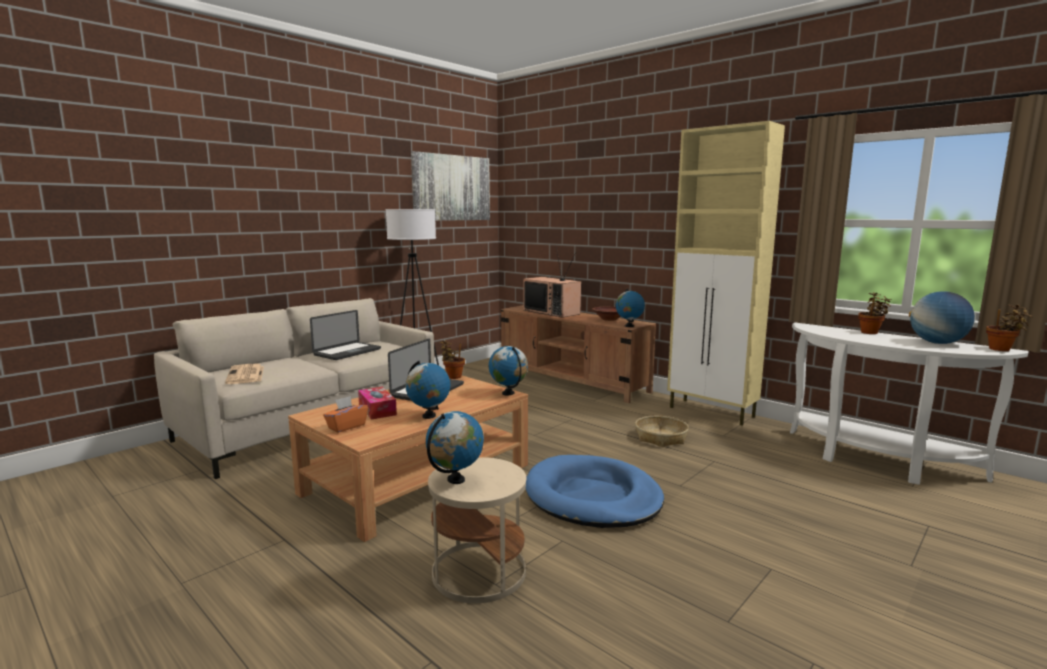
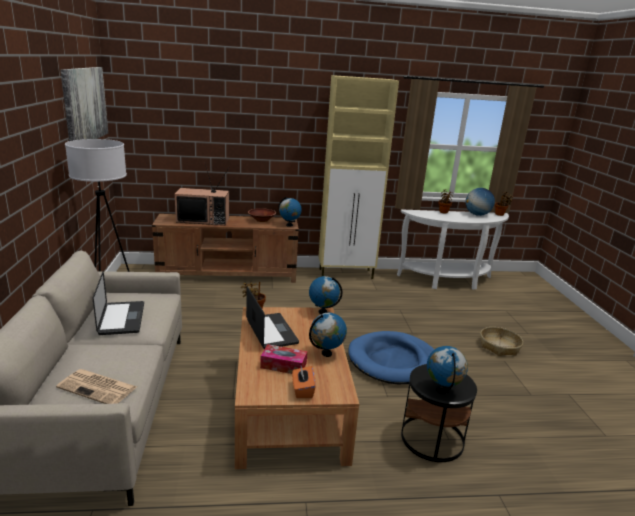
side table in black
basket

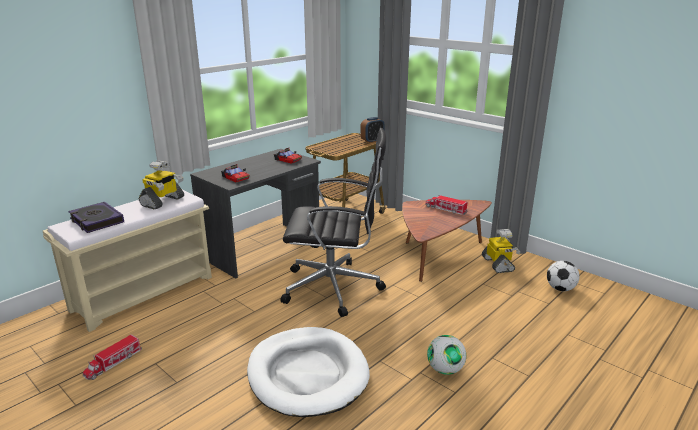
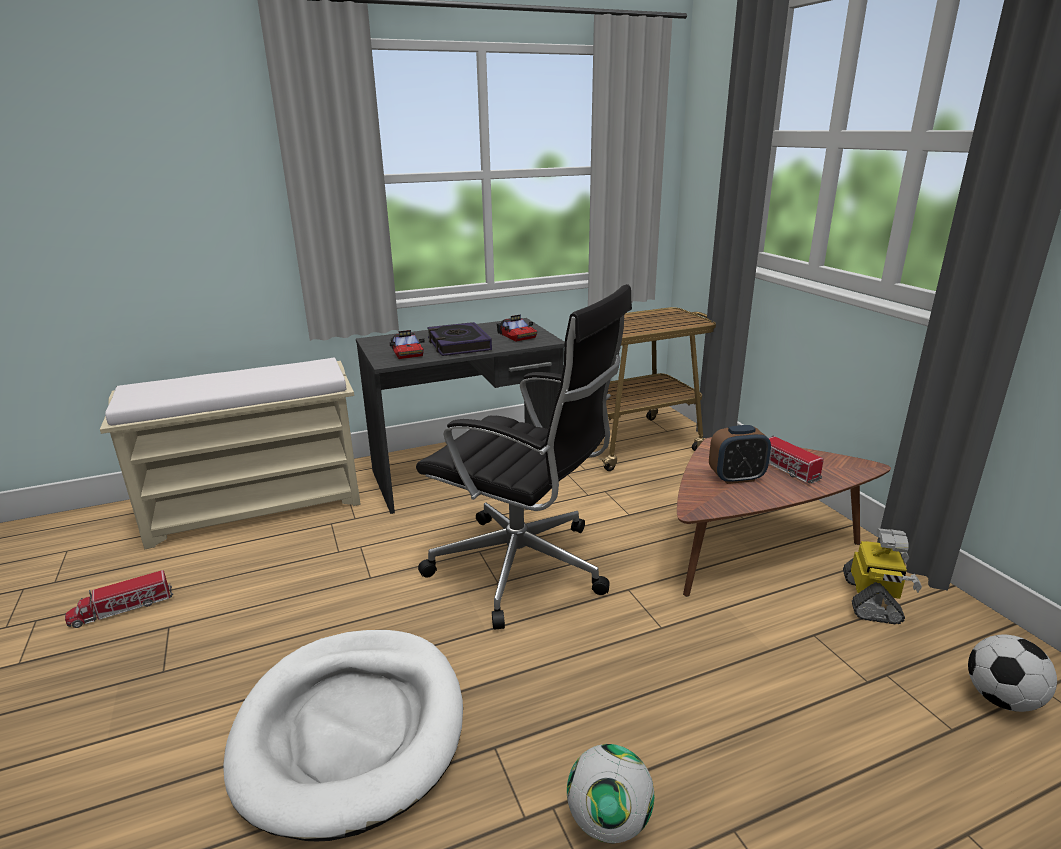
book
toy robot (no. 1 from left in the first image)
alarm clock

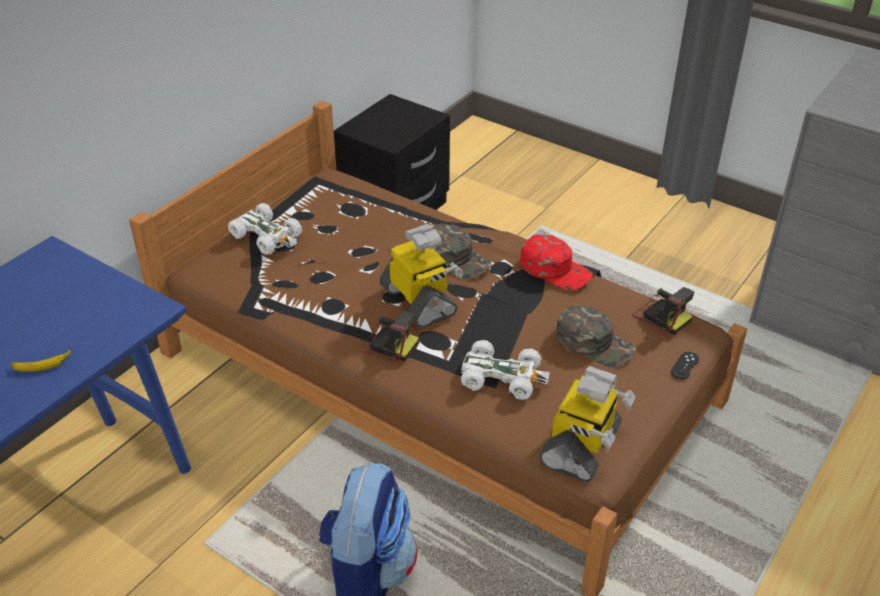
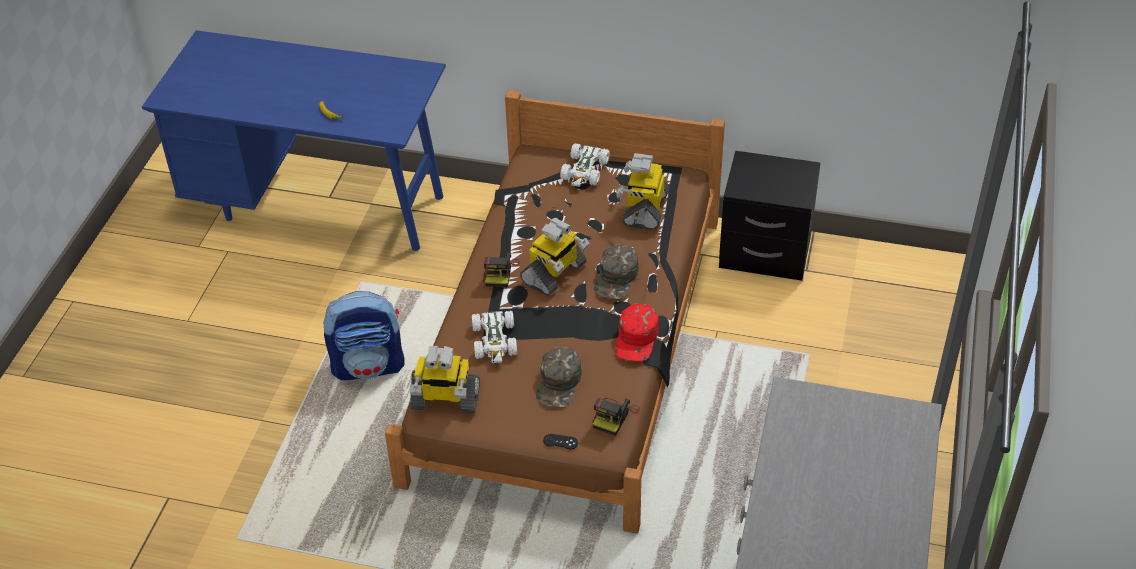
toy robot (no. 3 from left)

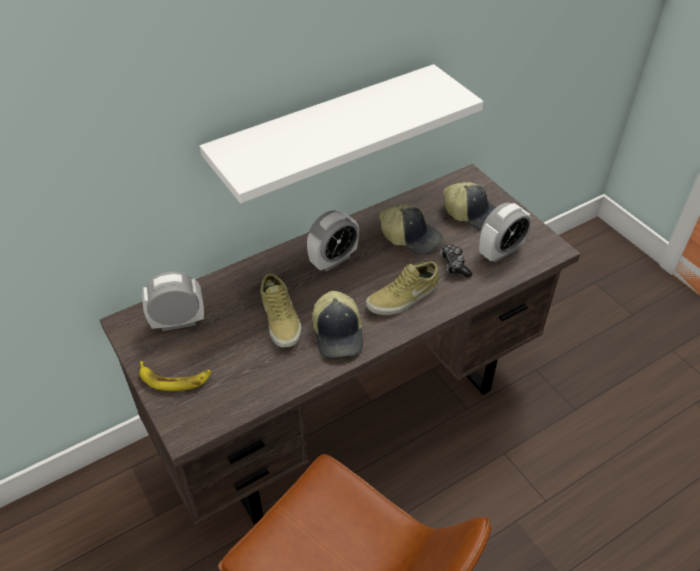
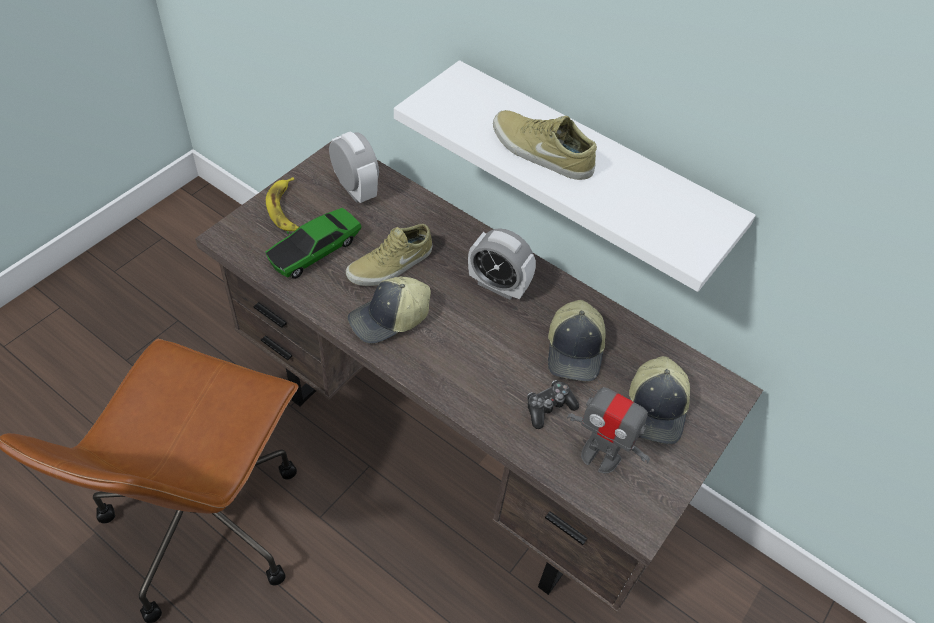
shoe in beige (no. 2 from left)
toy robot
toy car

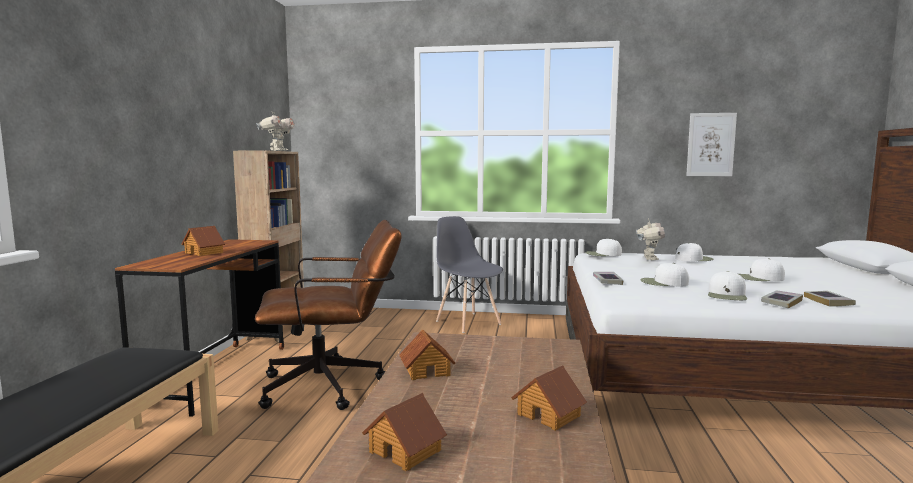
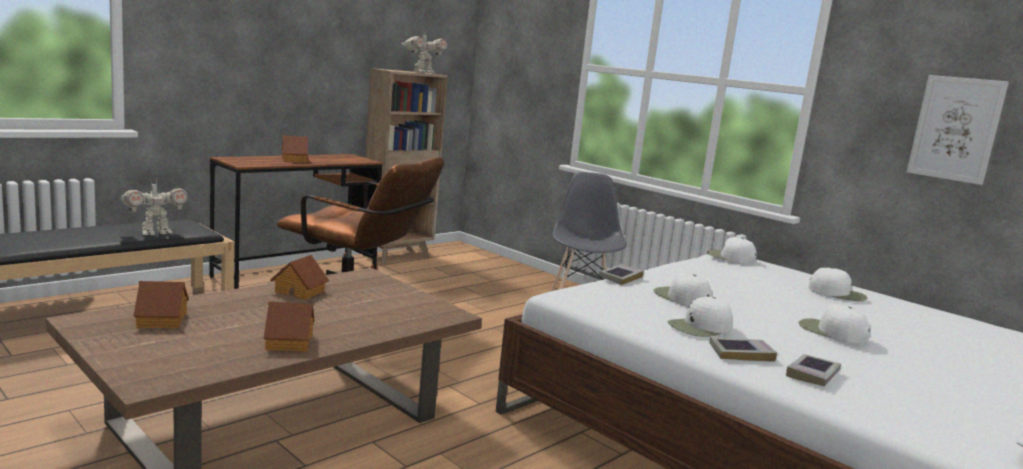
toy robot (no. 1 from left)

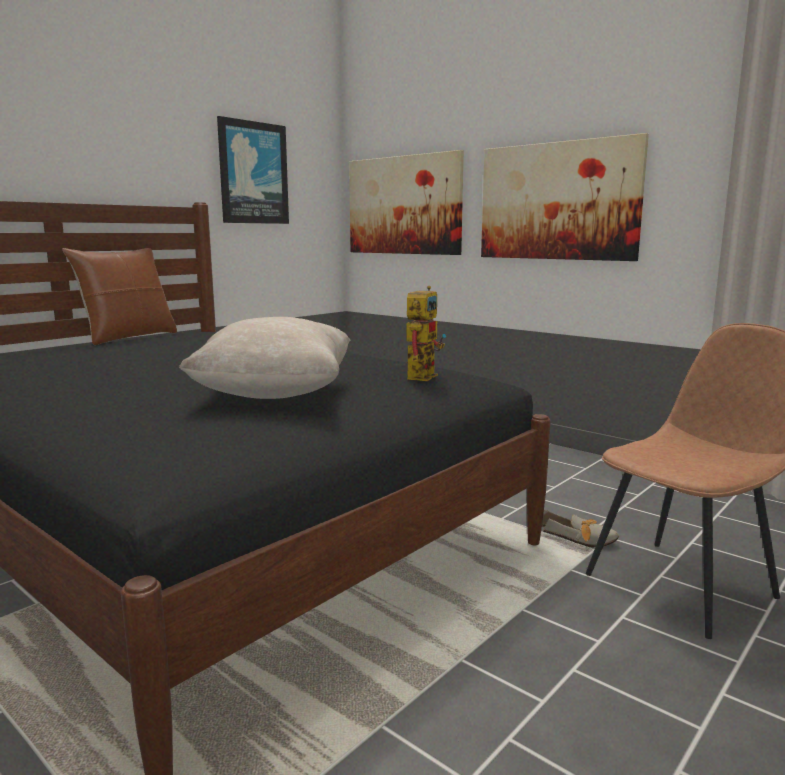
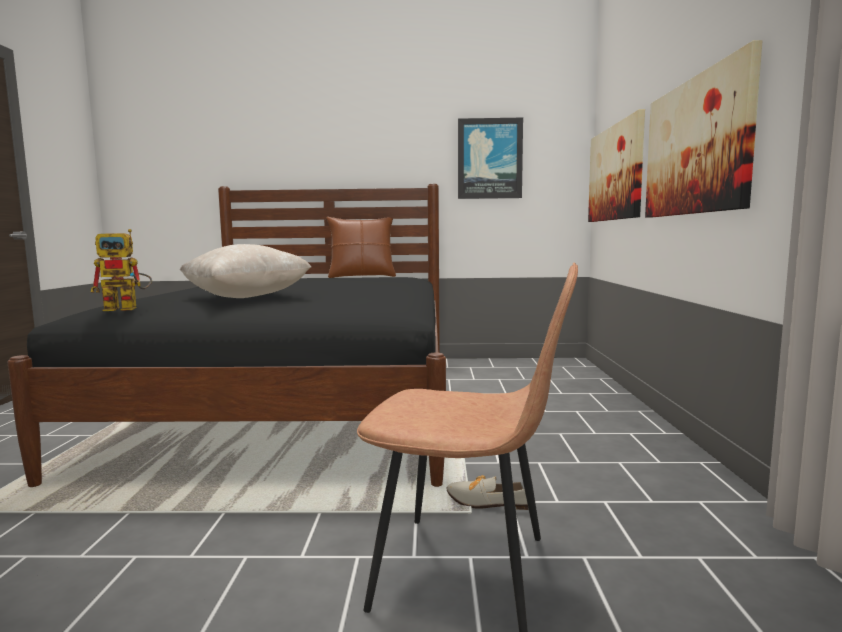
toy robot
shoe

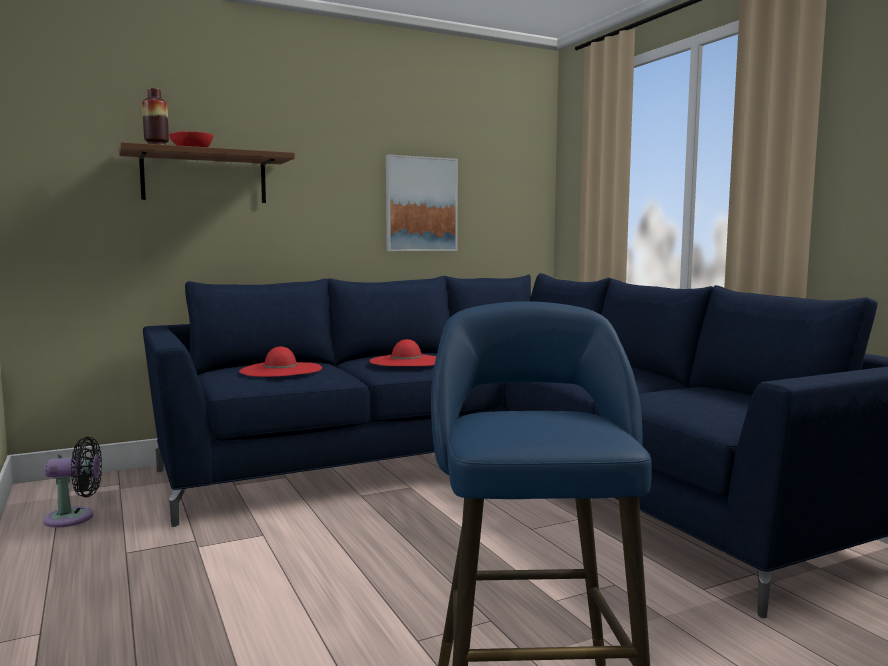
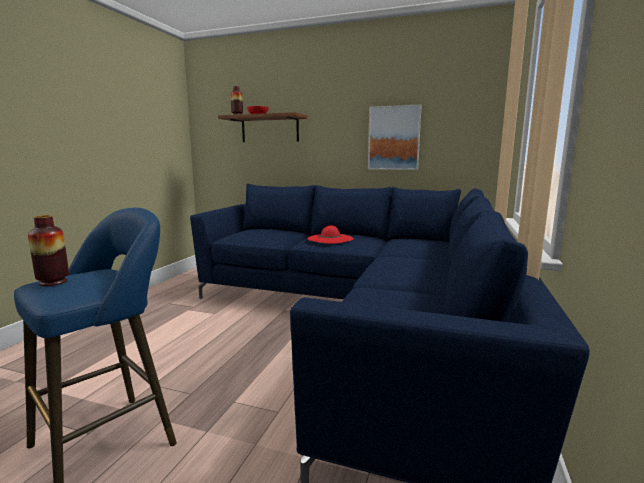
fan in black
hat in red (no. 1 from left in the first image)
vase (no. 1 from left)

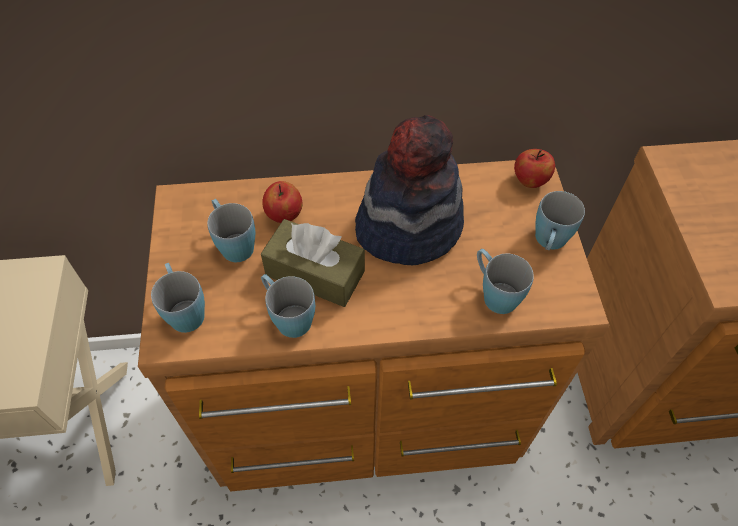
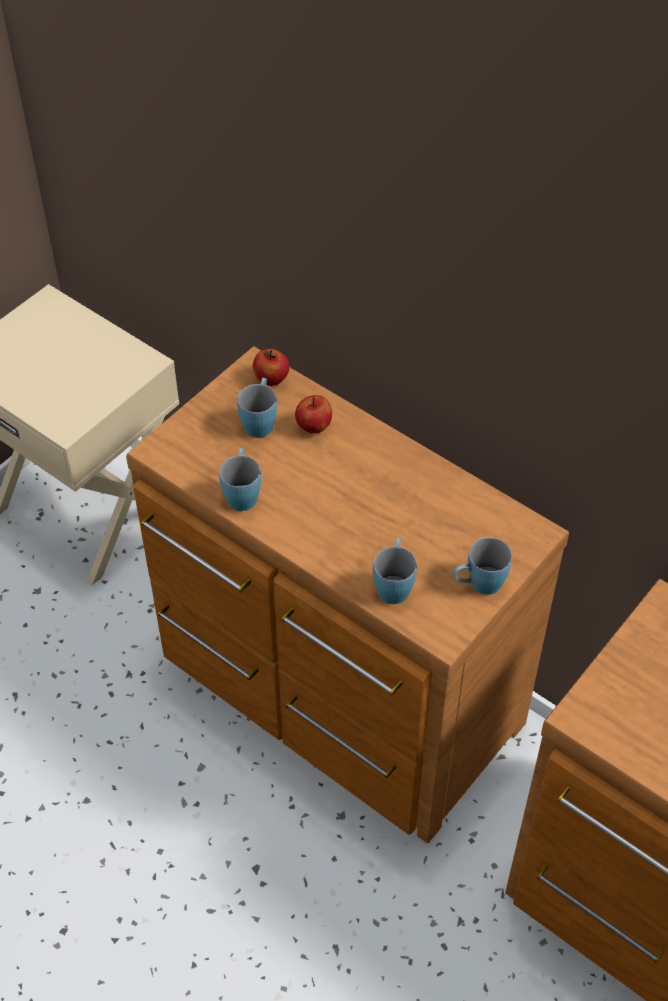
mug in blue (no. 1 from left in the first image)
tissue box in brown
hat
apple (no. 1 from left)

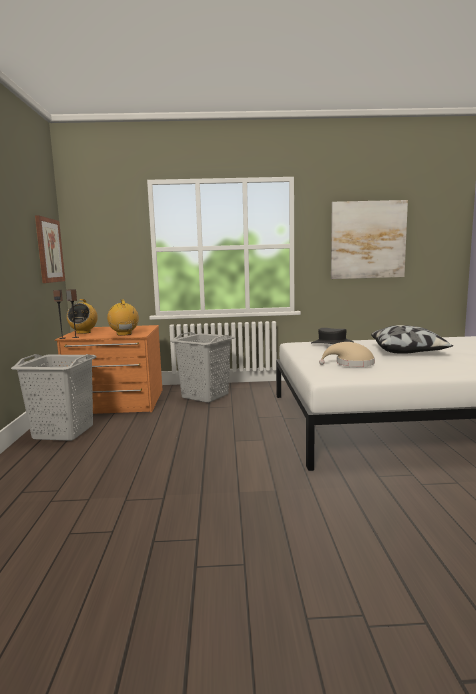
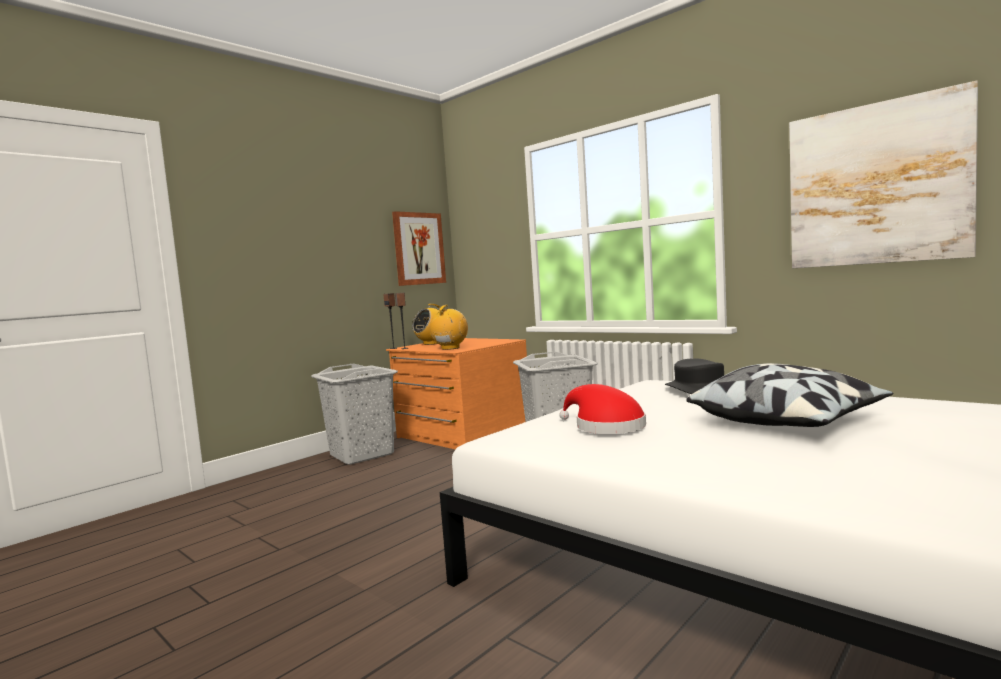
hat in red

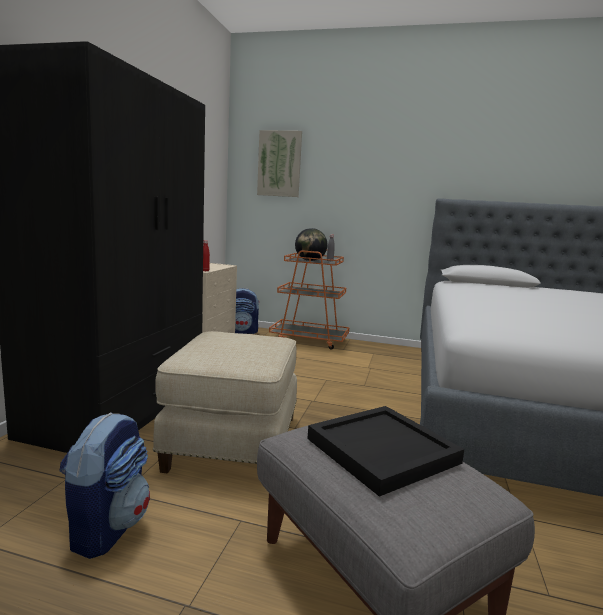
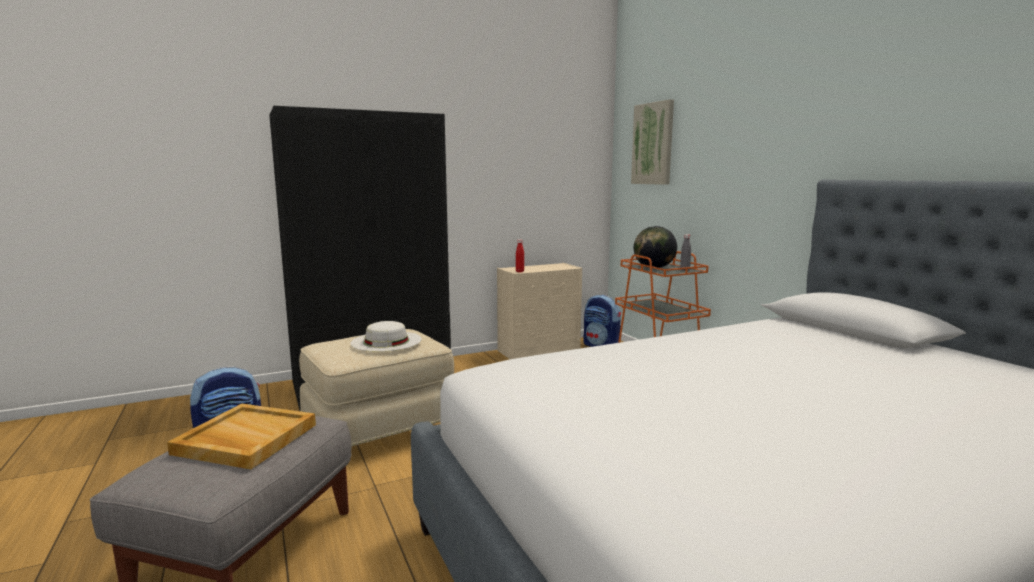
tray in beige
hat in white

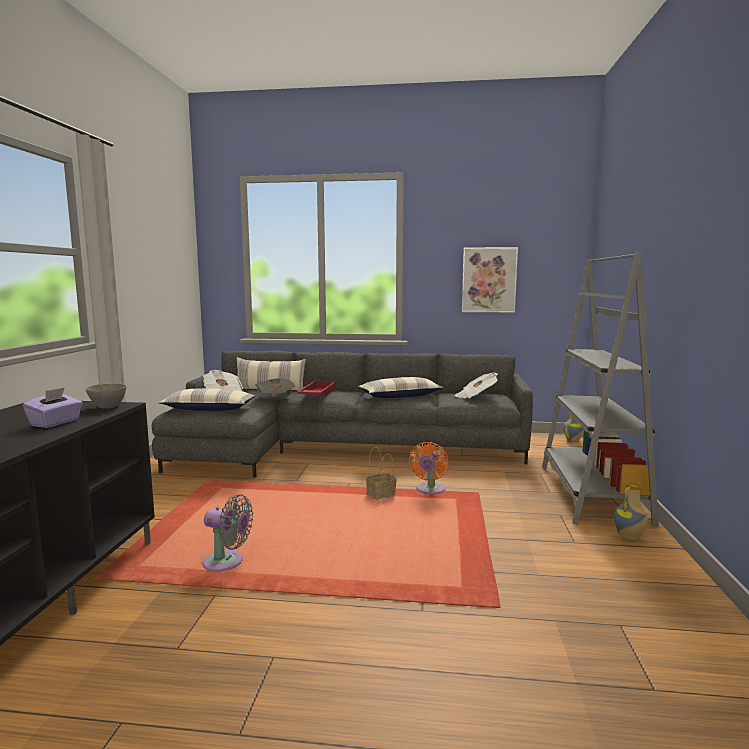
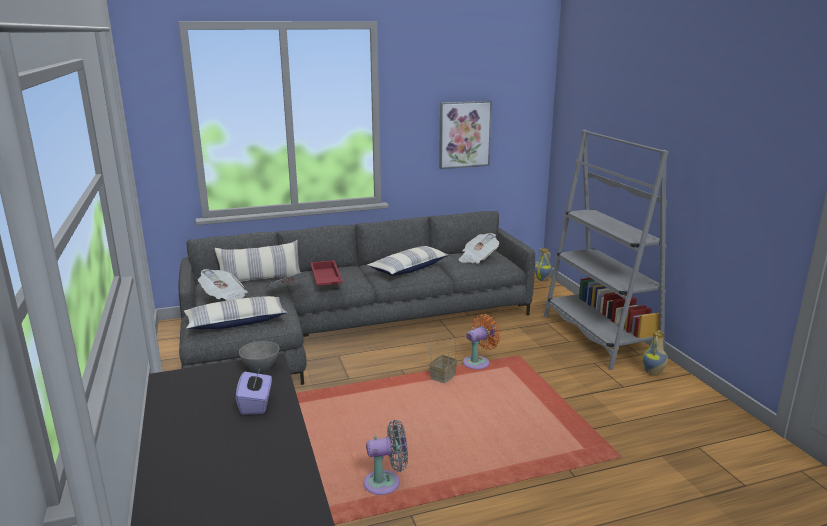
fan in orange

